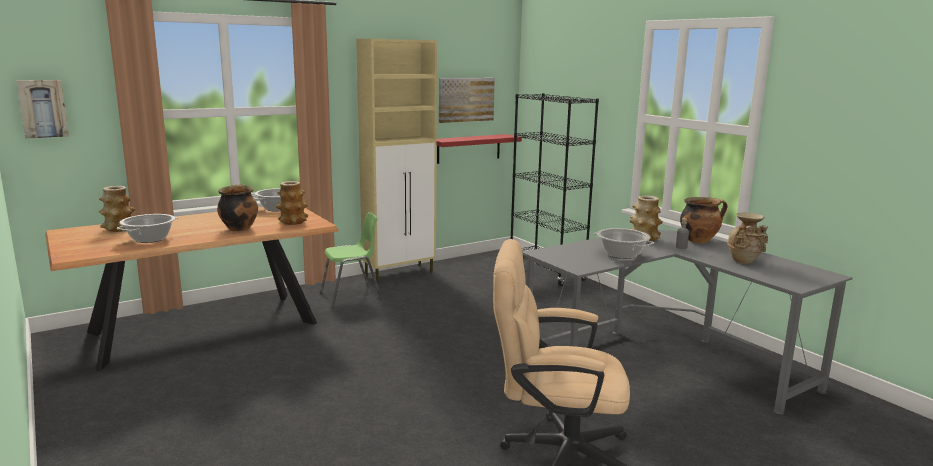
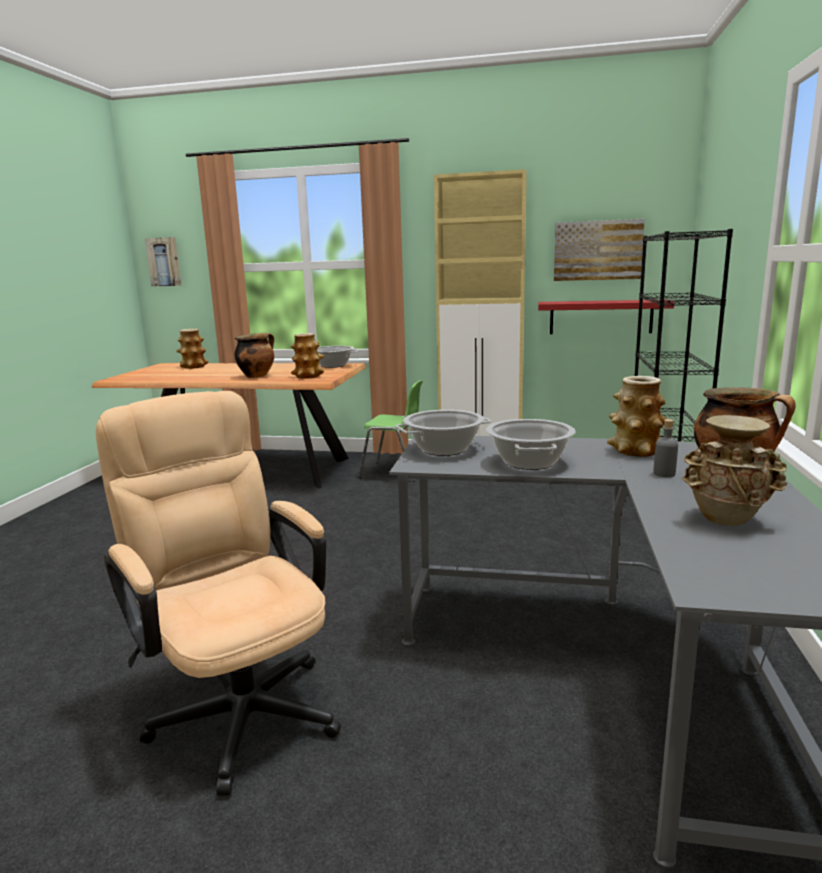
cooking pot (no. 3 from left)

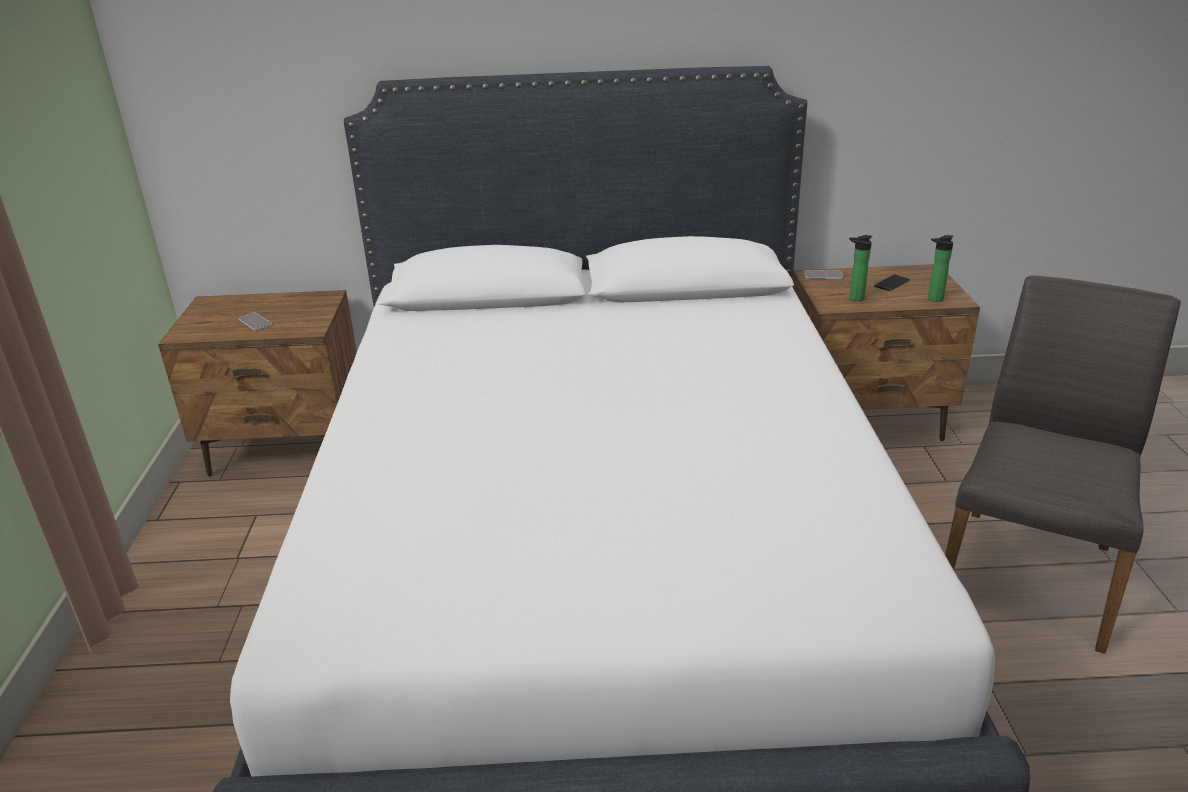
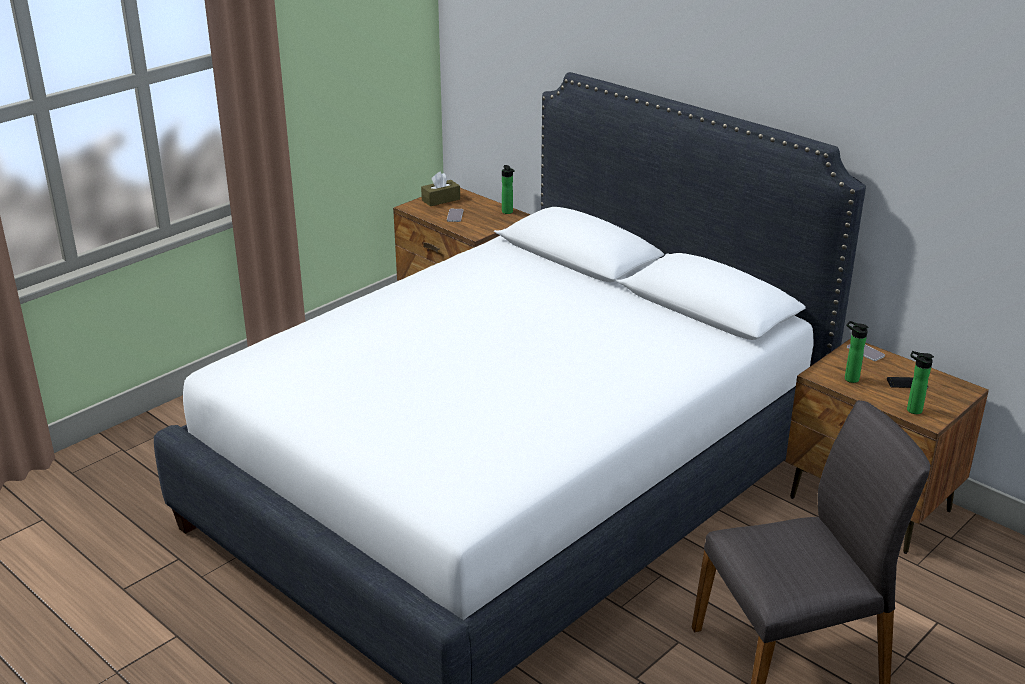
tissue box in brown
bottle (no. 1 from left)

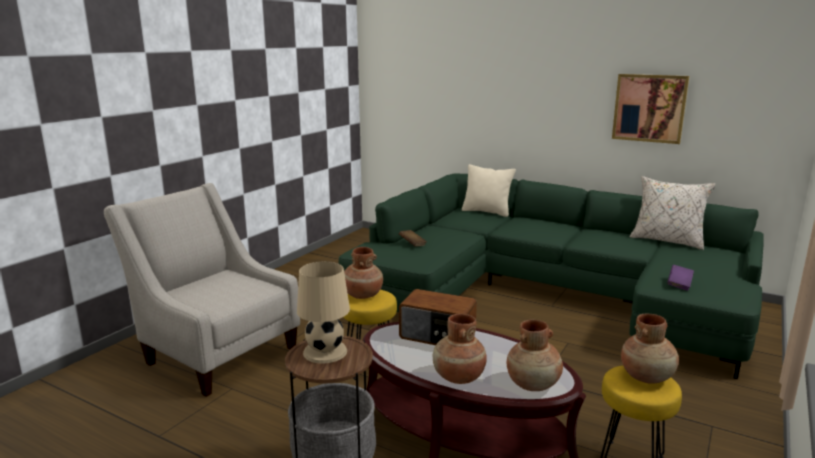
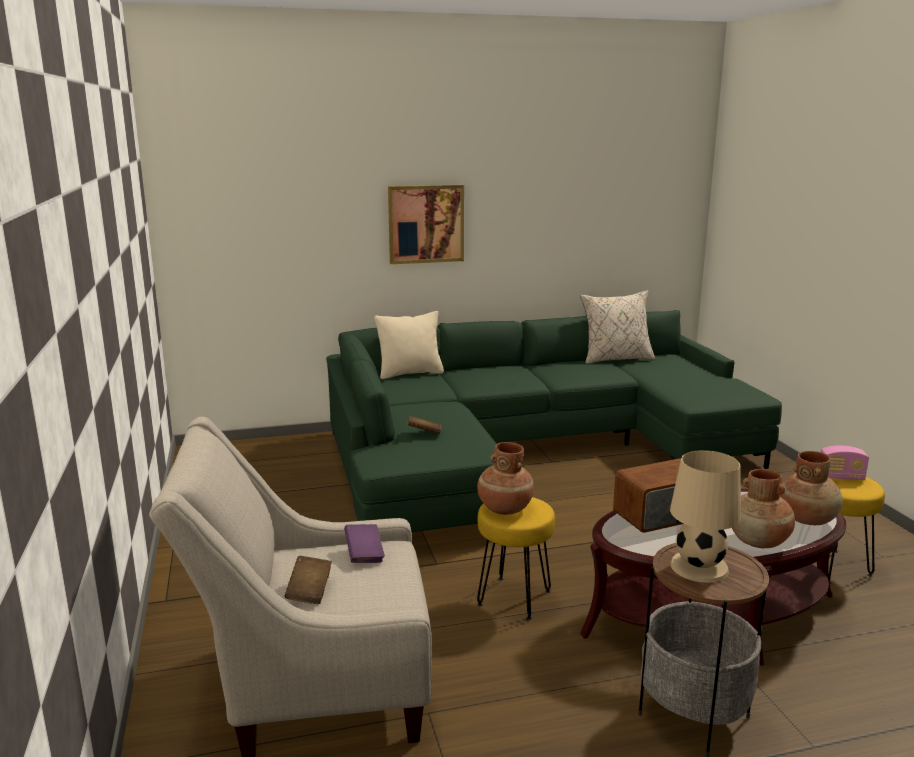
picture
radio (no. 2 from left)
book in purple
book in brown (no. 1 from left)

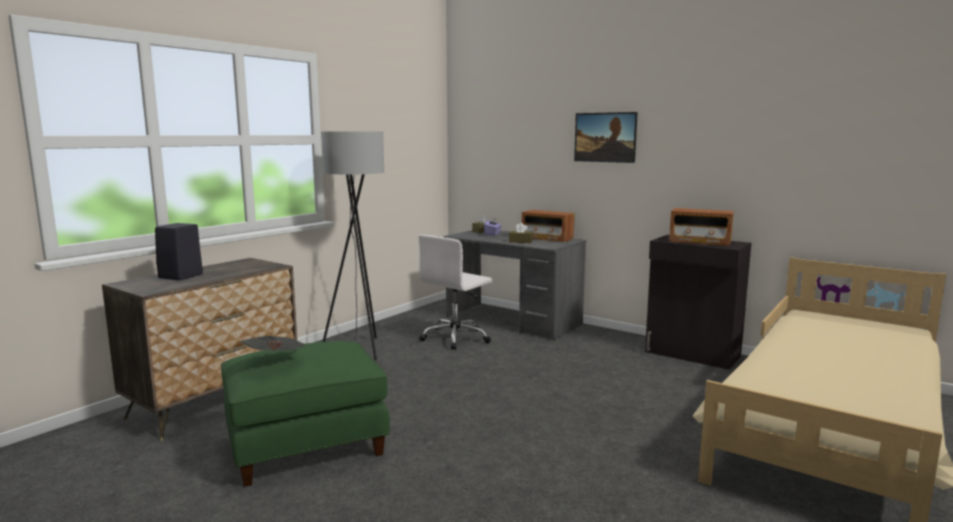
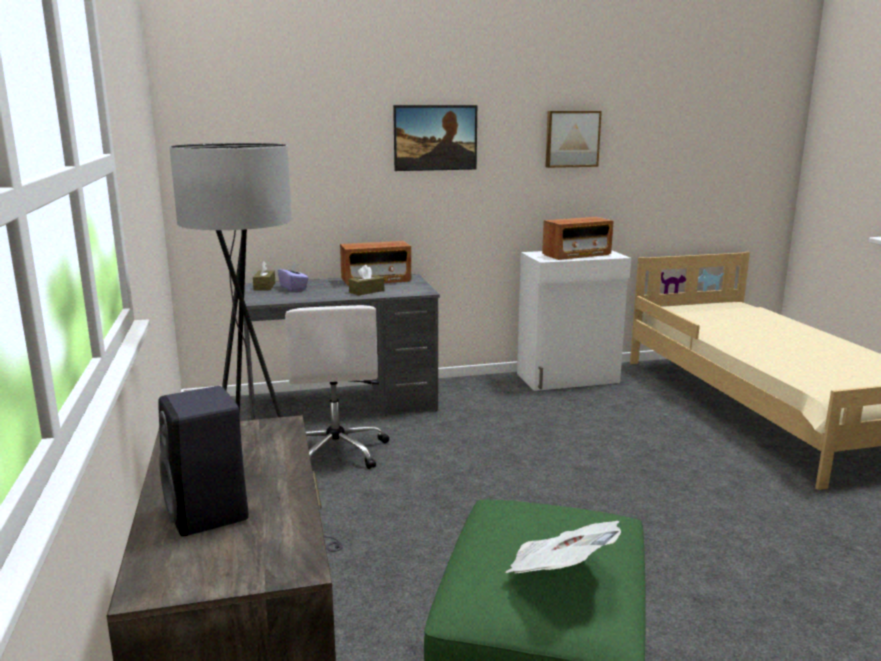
cabinet in white
picture (no. 2 from left)

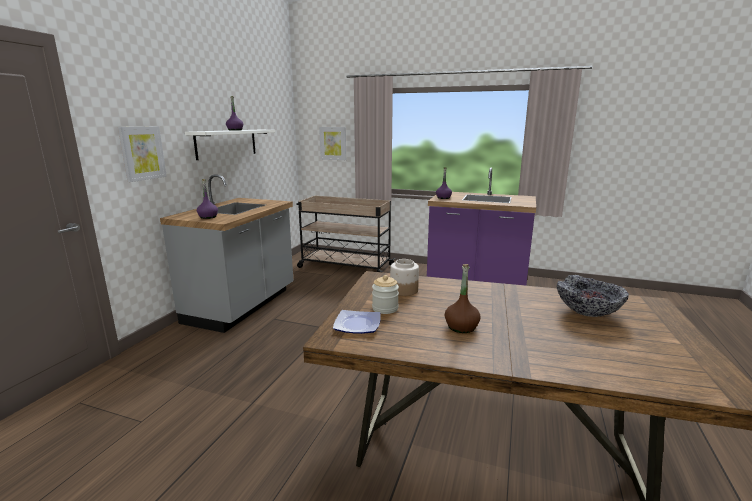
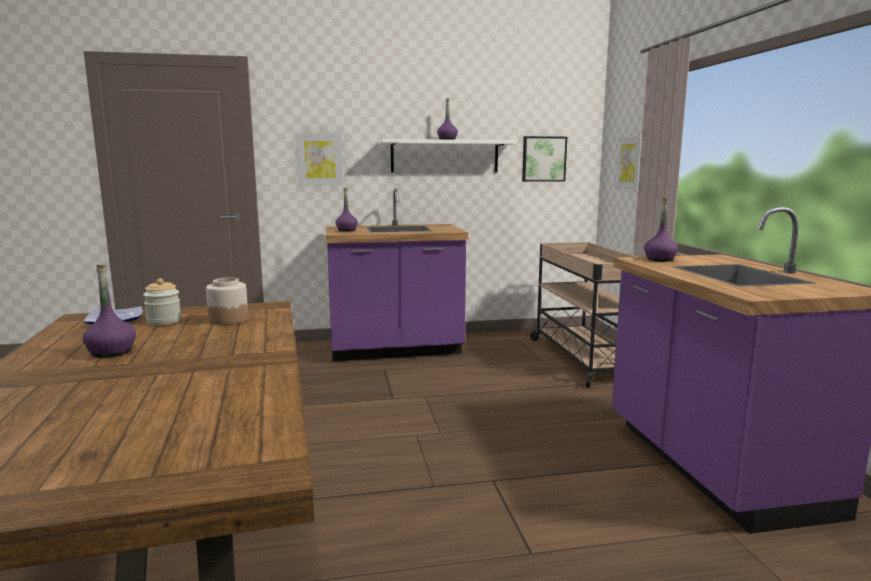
counter in purple (no. 1 from left)
bottle in purple (no. 1 from left)
bowl
picture (no. 2 from left)

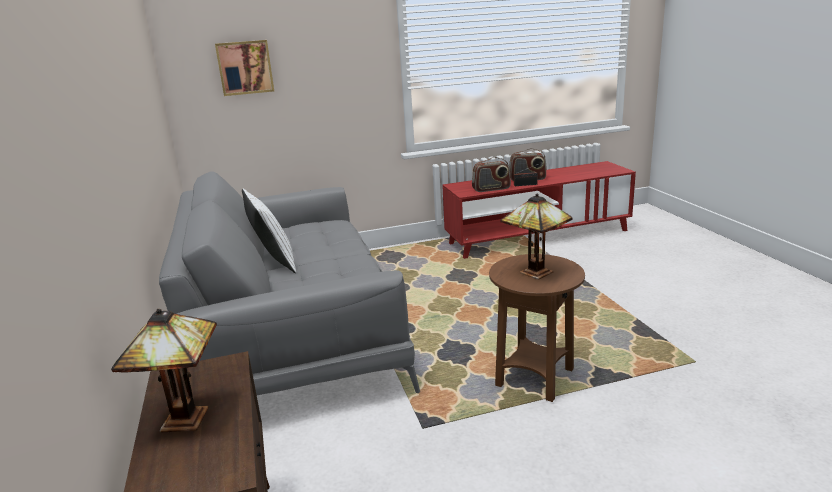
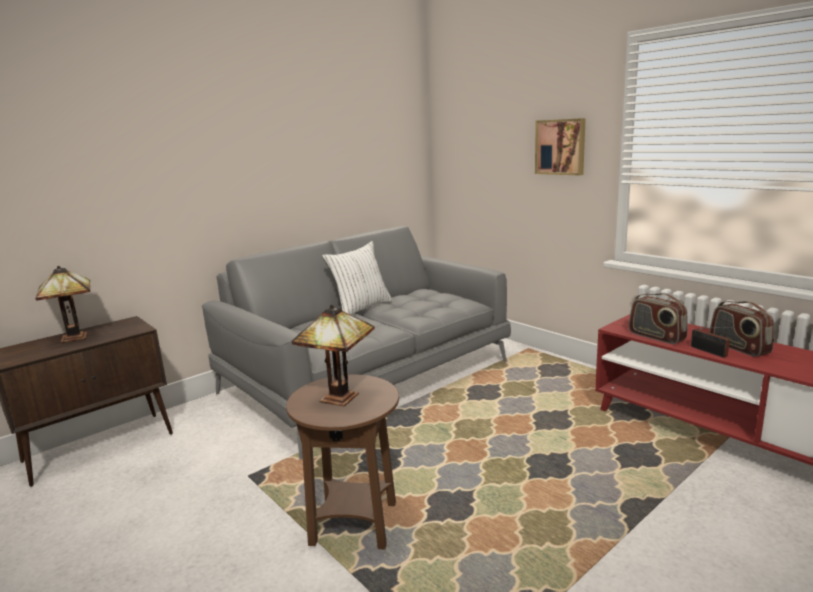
picture

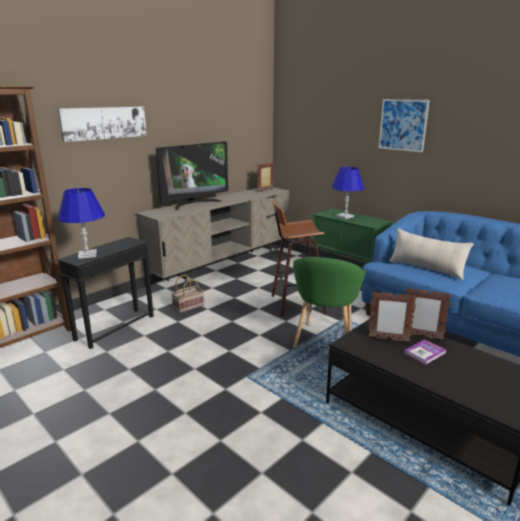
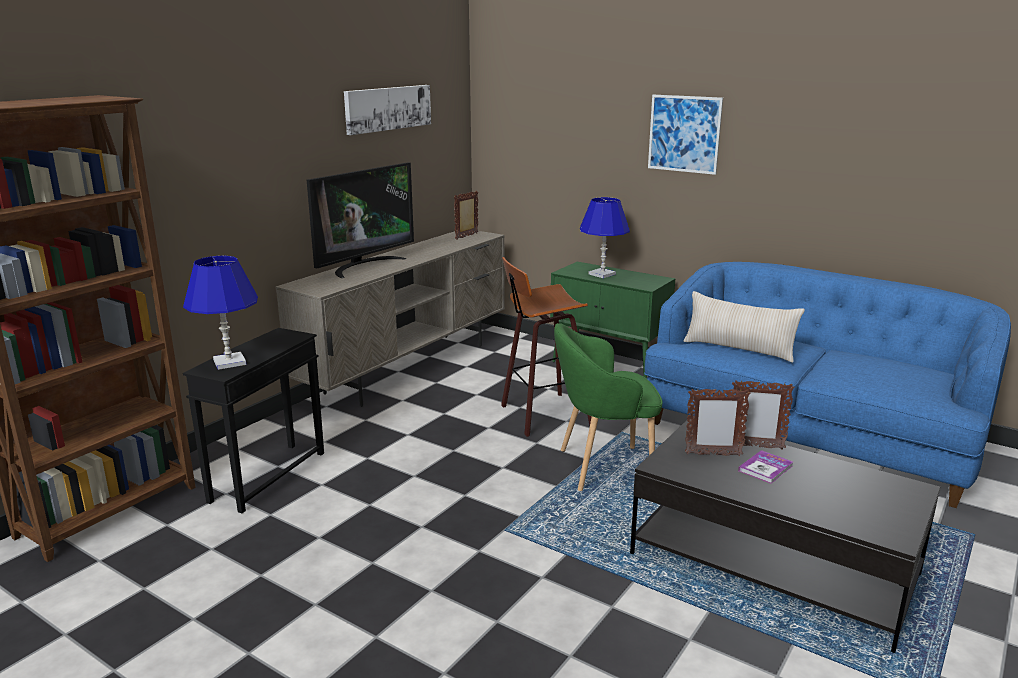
picture (no. 1 from left)
basket
armchair in green

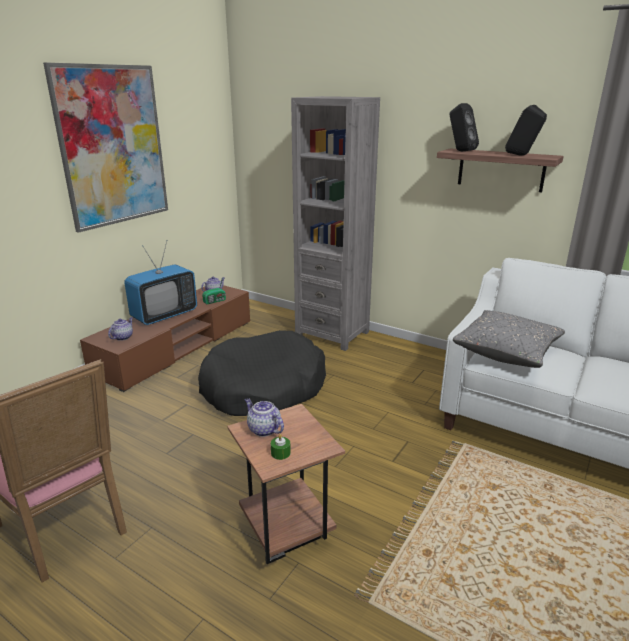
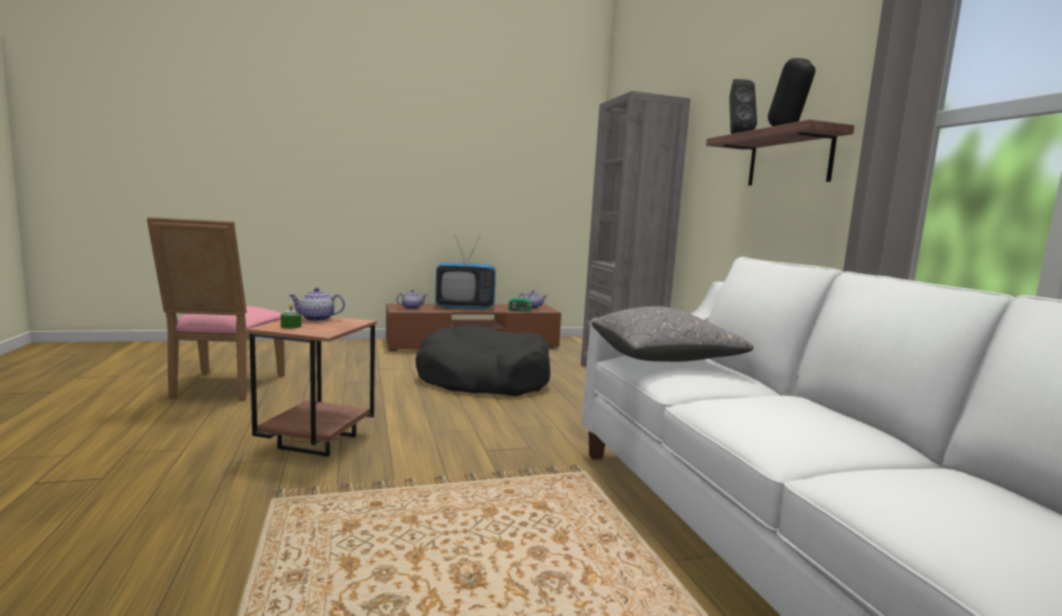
picture
teapot (no. 1 from left)

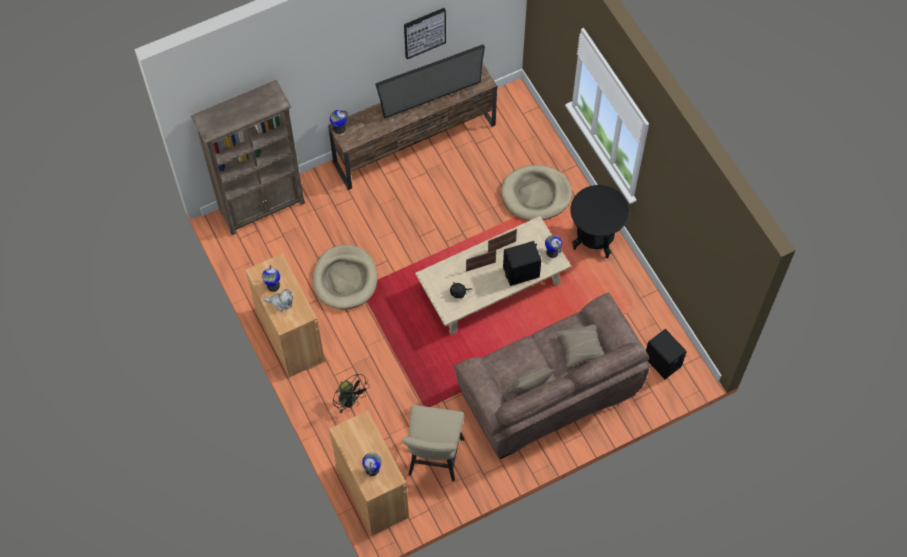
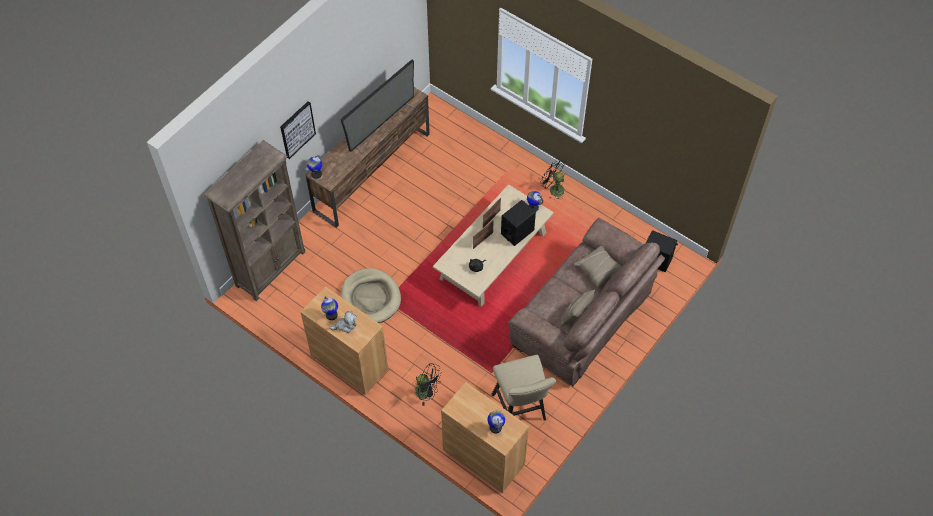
picture
dog bed in beige (no. 2 from left in the first image)
fan in black (no. 2 from left)

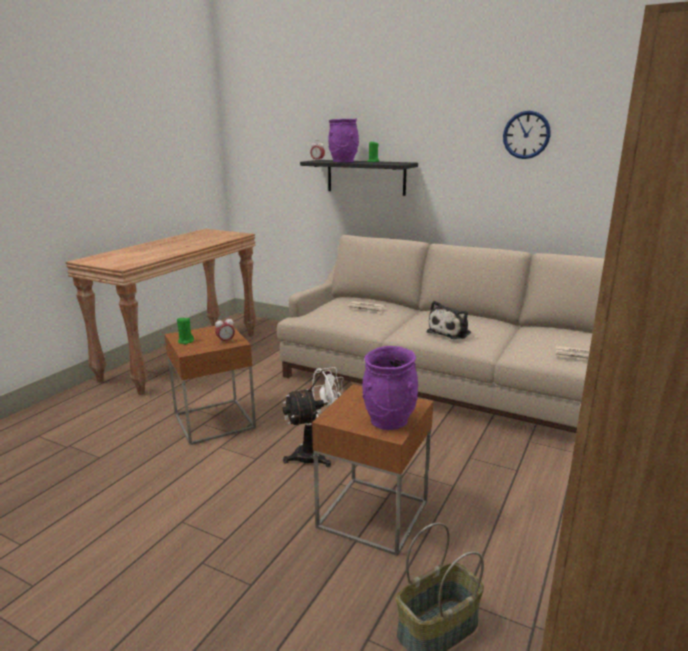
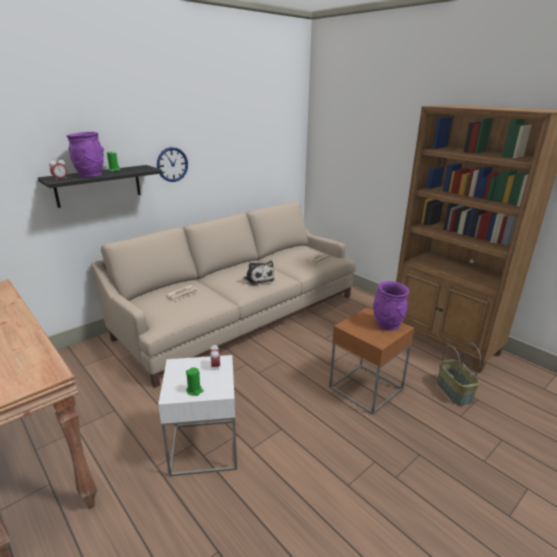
side table in white
fan in white
wall clock

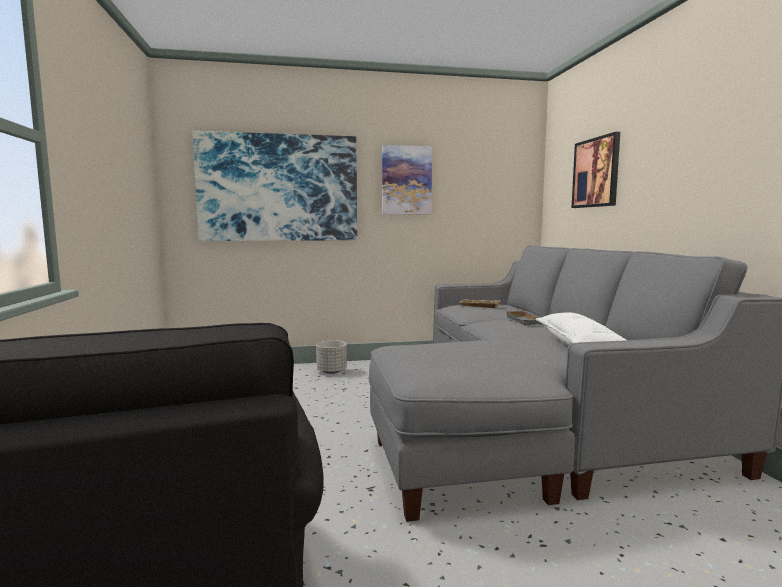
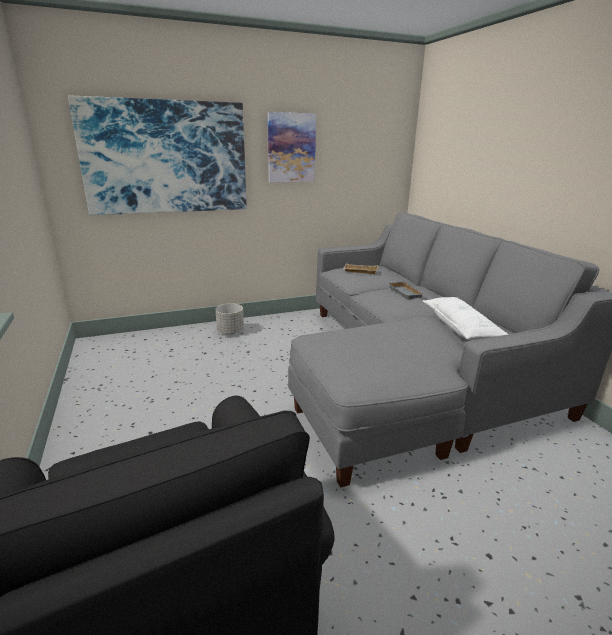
picture (no. 3 from left in the first image)

